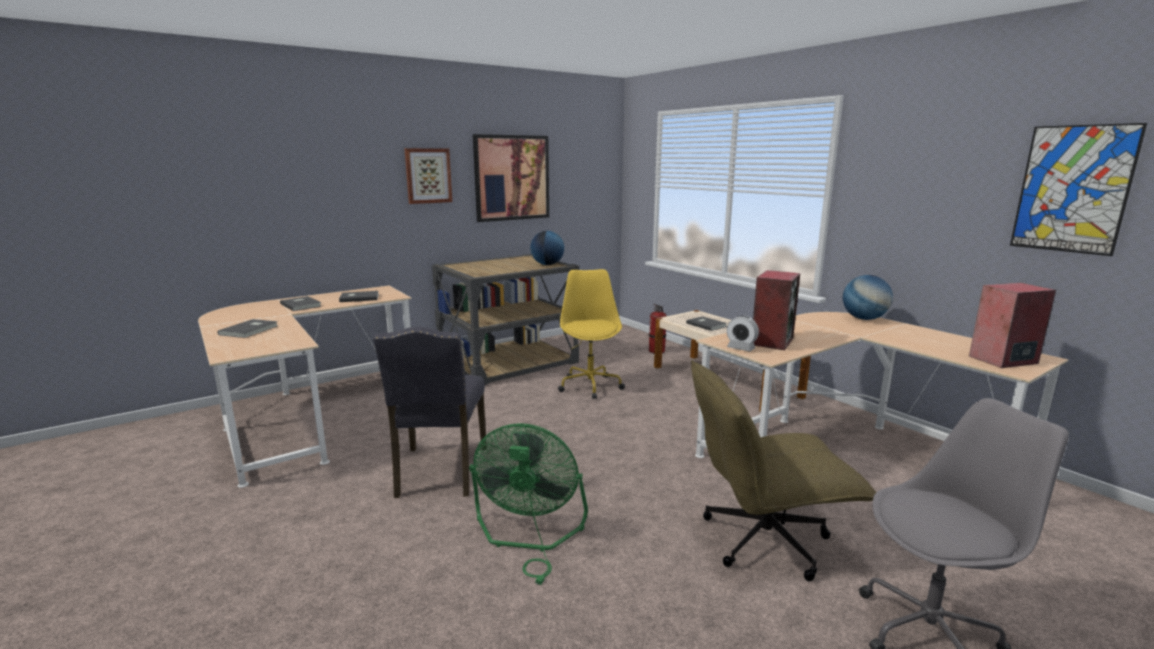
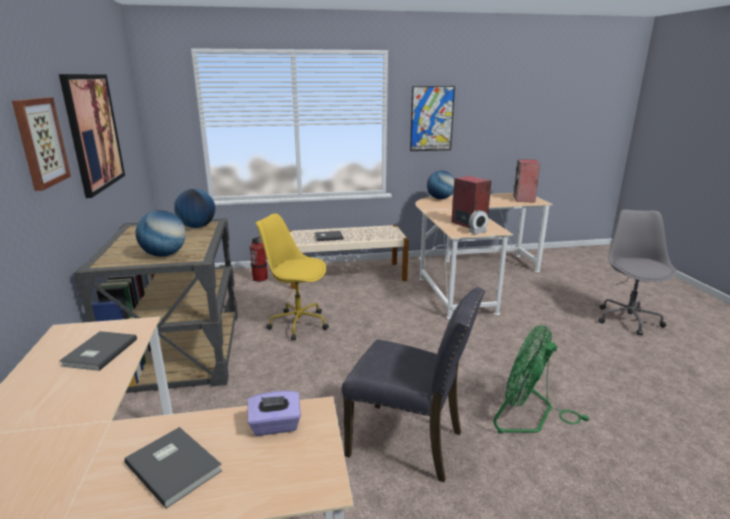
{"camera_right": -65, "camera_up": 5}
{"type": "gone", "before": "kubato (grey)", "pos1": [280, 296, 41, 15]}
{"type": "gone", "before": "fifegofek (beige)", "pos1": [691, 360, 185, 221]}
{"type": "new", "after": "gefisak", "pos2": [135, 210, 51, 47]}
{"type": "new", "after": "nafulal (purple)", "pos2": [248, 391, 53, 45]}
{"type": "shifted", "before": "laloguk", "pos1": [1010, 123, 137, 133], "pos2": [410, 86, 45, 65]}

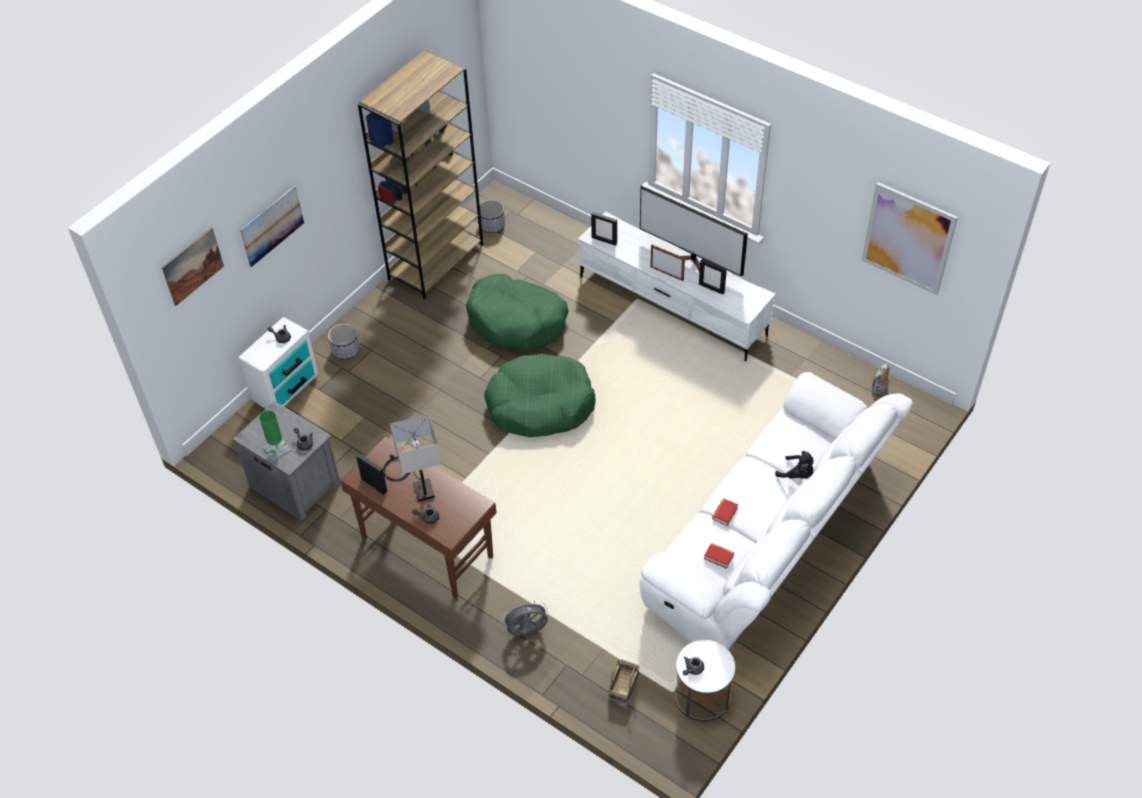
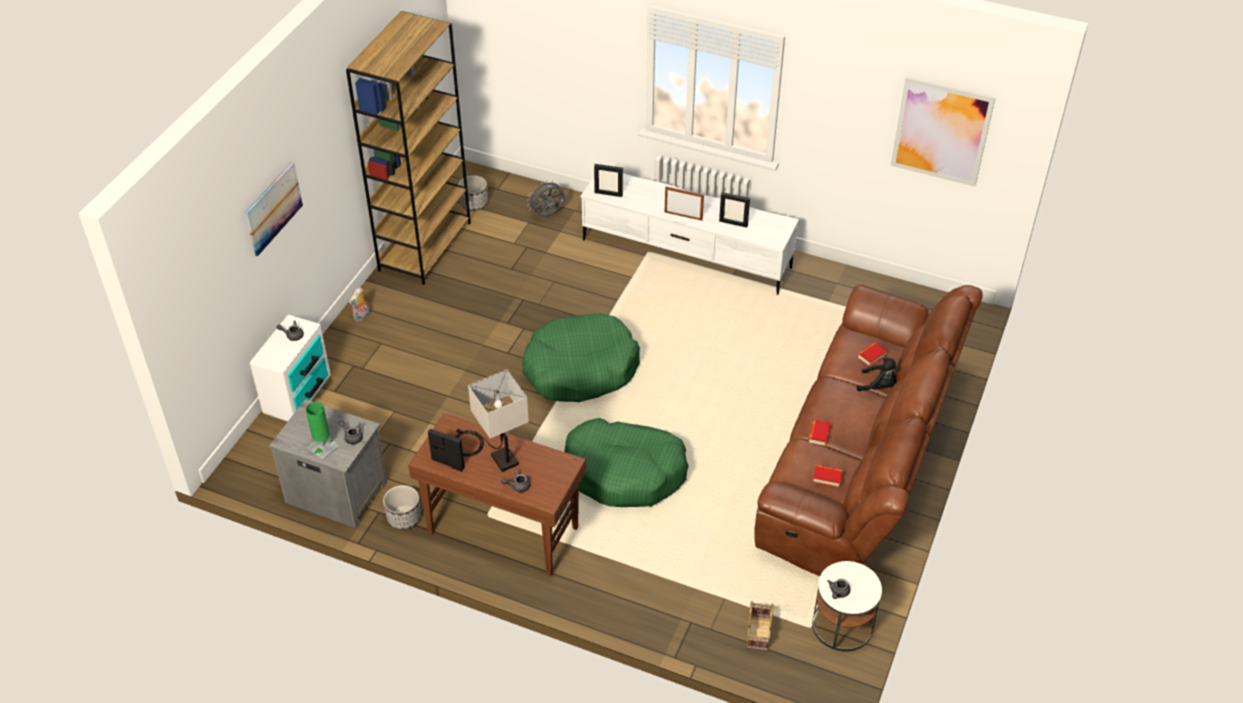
{"camera_right": -15, "camera_up": -5}
{"type": "gone", "before": "laloguk", "pos1": [161, 227, 63, 79]}
{"type": "gone", "before": "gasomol", "pos1": [640, 186, 108, 90]}
{"type": "new", "after": "kubato", "pos2": [857, 342, 30, 25]}
{"type": "shifted", "before": "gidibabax", "pos1": [328, 324, 31, 36], "pos2": [383, 485, 38, 45]}
{"type": "shifted", "before": "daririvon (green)", "pos1": [466, 274, 102, 77], "pos2": [564, 418, 125, 89]}
{"type": "shifted", "before": "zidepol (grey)", "pos1": [501, 601, 47, 35], "pos2": [527, 180, 38, 37]}
{"type": "shifted", "before": "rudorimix", "pos1": [872, 364, 17, 30], "pos2": [349, 287, 21, 35]}
{"type": "repainted", "before": "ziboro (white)", "after": "ziboro (brown)", "pos1": [640, 372, 273, 278], "pos2": [754, 285, 229, 291]}

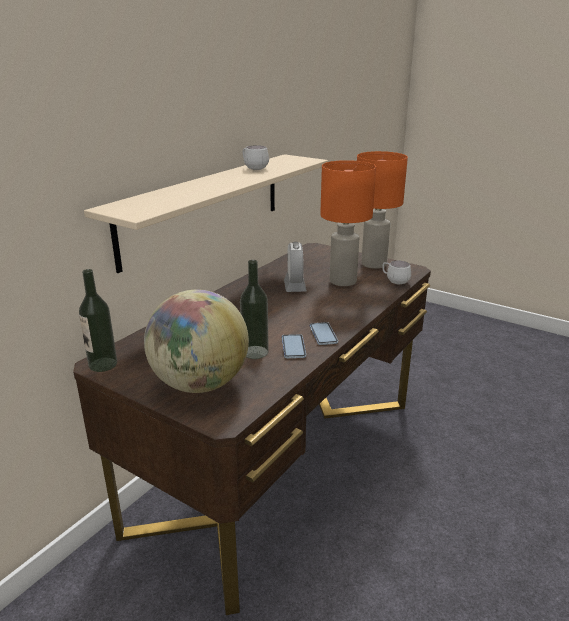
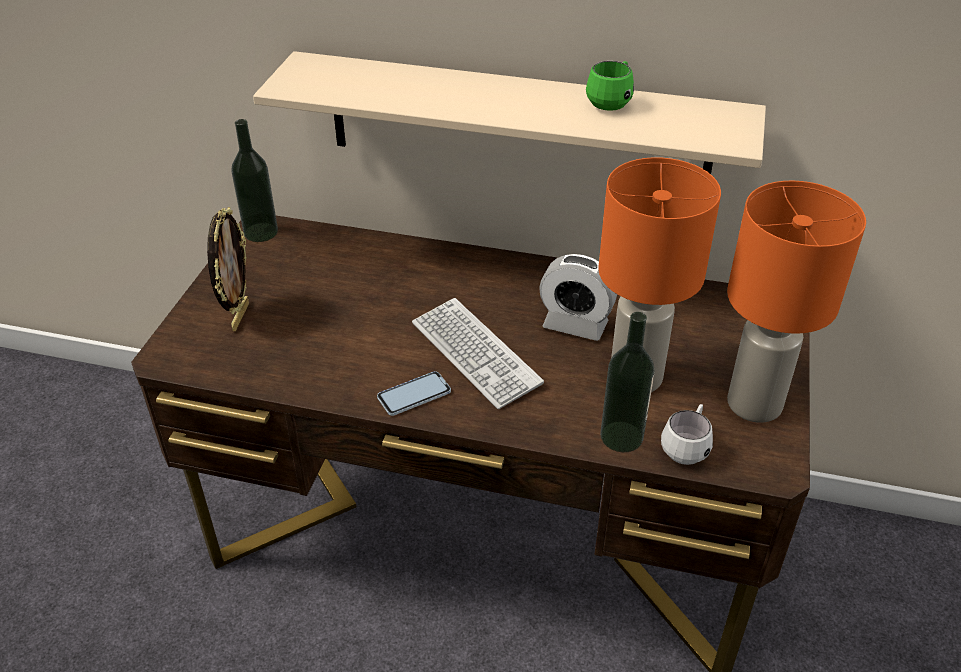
{"camera_right": 70, "camera_up": 15}
{"type": "gone", "before": "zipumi", "pos1": [282, 334, 24, 24]}
{"type": "new", "after": "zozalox", "pos2": [412, 298, 132, 111]}
{"type": "shifted", "before": "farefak", "pos1": [240, 260, 29, 99], "pos2": [600, 312, 55, 140]}
{"type": "swapped", "before": "gefisak", "after": "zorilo", "pos1": [144, 290, 105, 103], "pos2": [207, 207, 42, 124]}
{"type": "repainted", "before": "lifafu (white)", "after": "lifafu (green)", "pos1": [243, 145, 26, 25], "pos2": [586, 61, 48, 50]}
{"type": "rotated", "before": "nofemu", "pos1": [284, 242, 23, 50], "pos2": [539, 254, 78, 87], "turn": 45}

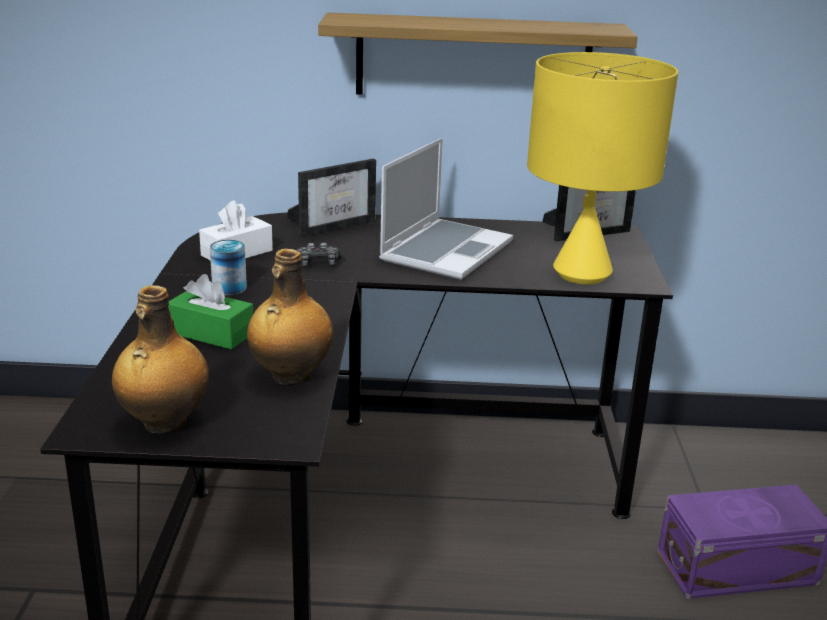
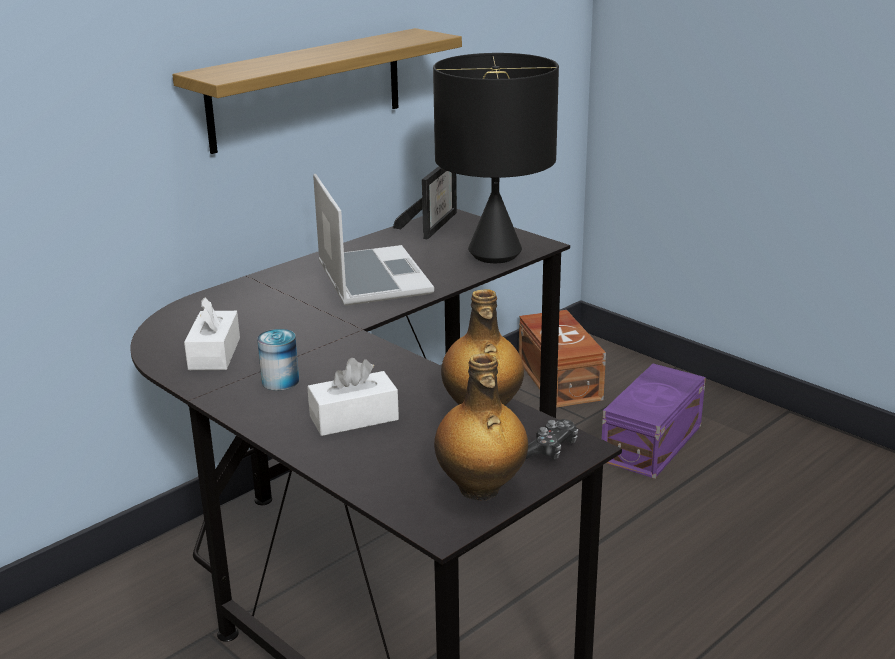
{"camera_right": -45, "camera_up": 0}
{"type": "gone", "before": "zorilo", "pos1": [287, 159, 89, 78]}
{"type": "new", "after": "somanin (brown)", "pos2": [519, 310, 87, 98]}
{"type": "shifted", "before": "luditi", "pos1": [297, 242, 44, 24], "pos2": [526, 419, 53, 40]}
{"type": "repainted", "before": "nafulal (green)", "after": "nafulal (white)", "pos1": [168, 274, 85, 75], "pos2": [307, 358, 92, 78]}
{"type": "repainted", "before": "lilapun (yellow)", "after": "lilapun (black)", "pos1": [527, 52, 151, 232], "pos2": [433, 53, 126, 210]}

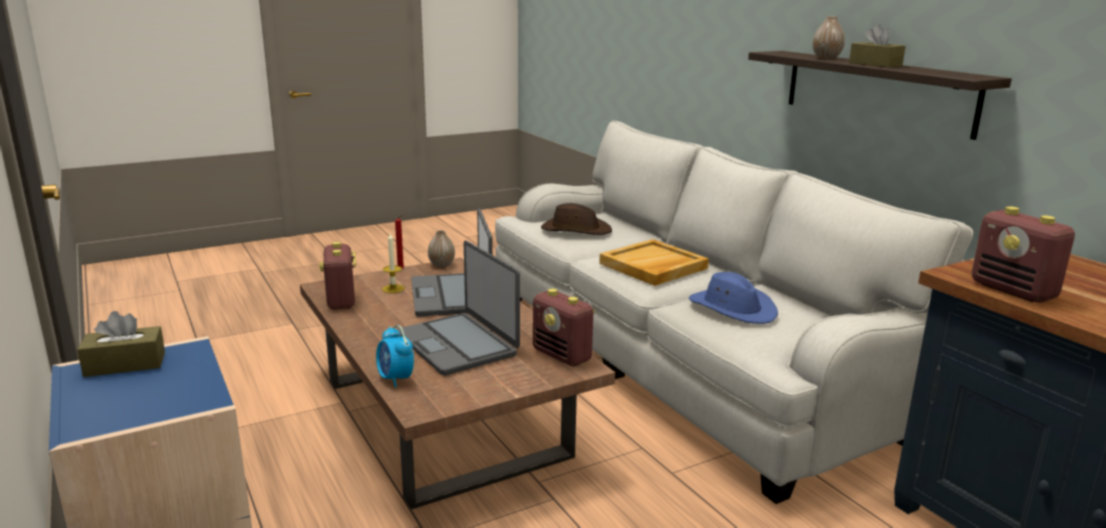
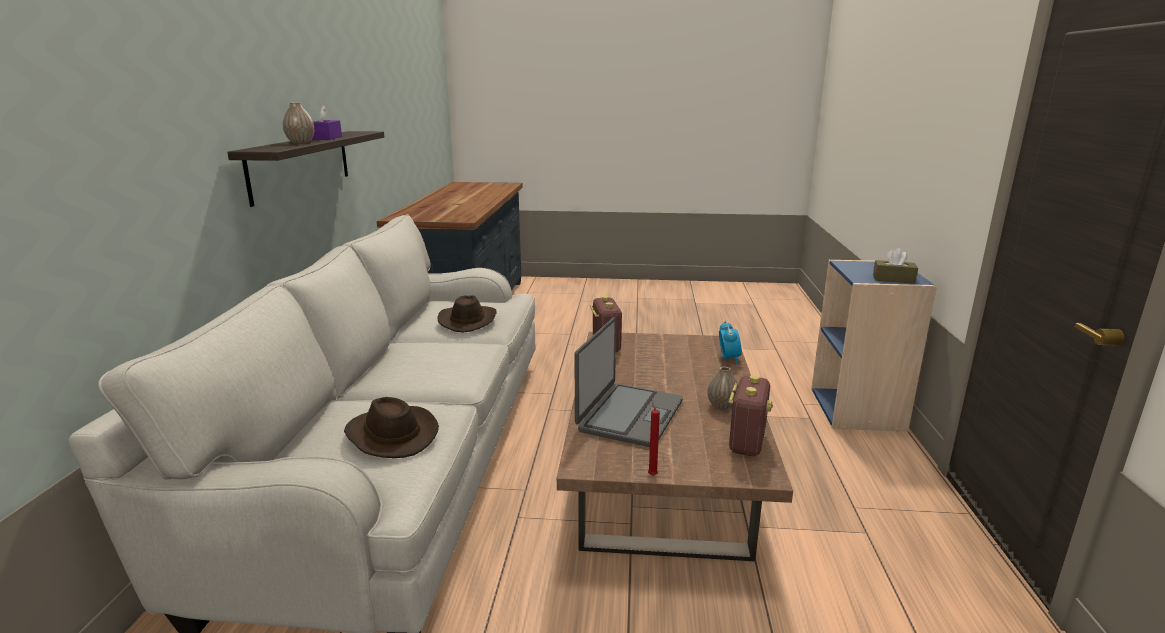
{"camera_right": -145, "camera_up": 0}
{"type": "gone", "before": "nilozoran", "pos1": [382, 233, 23, 60]}
{"type": "gone", "before": "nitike", "pos1": [396, 240, 124, 136]}
{"type": "gone", "before": "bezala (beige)", "pos1": [599, 239, 110, 47]}
{"type": "gone", "before": "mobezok", "pos1": [971, 206, 104, 97]}
{"type": "shifted", "before": "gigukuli", "pos1": [428, 230, 27, 38], "pos2": [707, 367, 31, 43]}
{"type": "repainted", "before": "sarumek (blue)", "after": "sarumek (brown)", "pos1": [689, 272, 89, 52], "pos2": [437, 295, 60, 38]}
{"type": "repainted", "before": "nafulal (brown)", "after": "nafulal (purple)", "pos1": [849, 24, 57, 43], "pos2": [311, 105, 31, 35]}

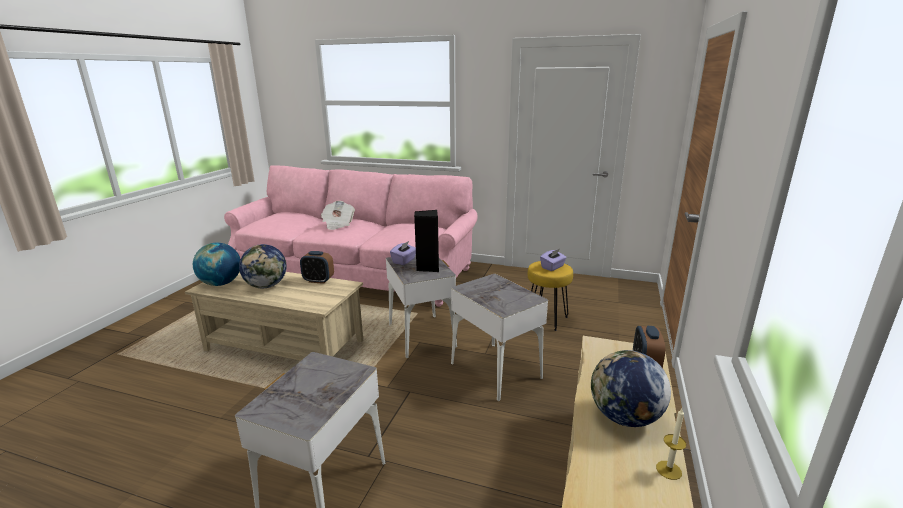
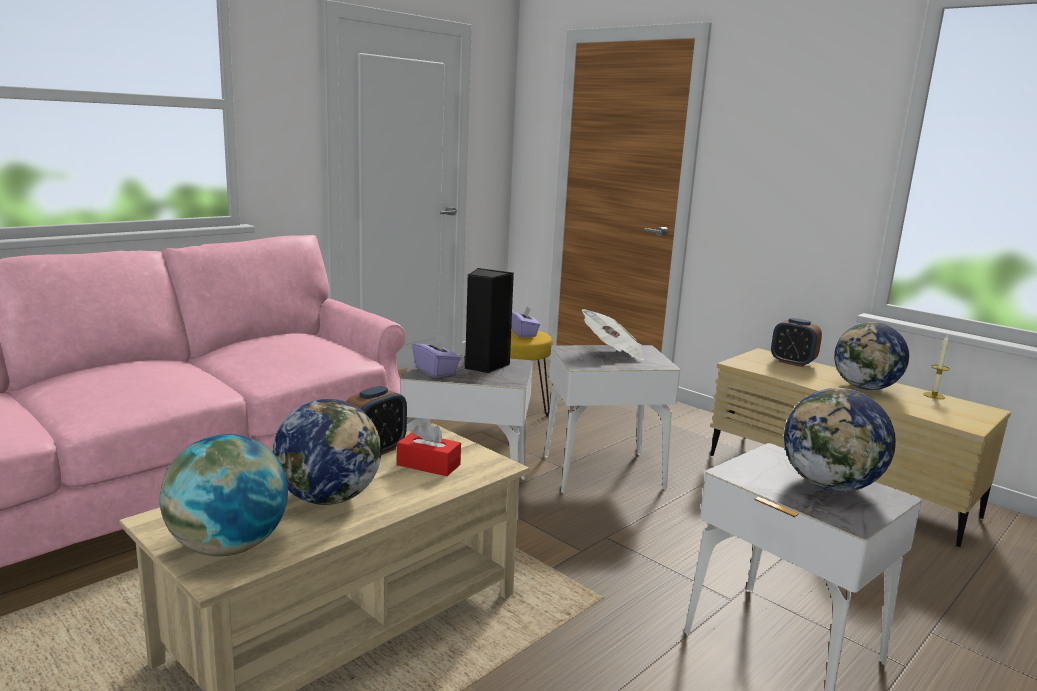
{"camera_right": -65, "camera_up": -5}
{"type": "new", "after": "nafulal (red)", "pos2": [397, 421, 64, 55]}
{"type": "new", "after": "gefisak", "pos2": [784, 388, 112, 104]}
{"type": "shifted", "before": "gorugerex", "pos1": [321, 201, 34, 29], "pos2": [582, 309, 62, 51]}

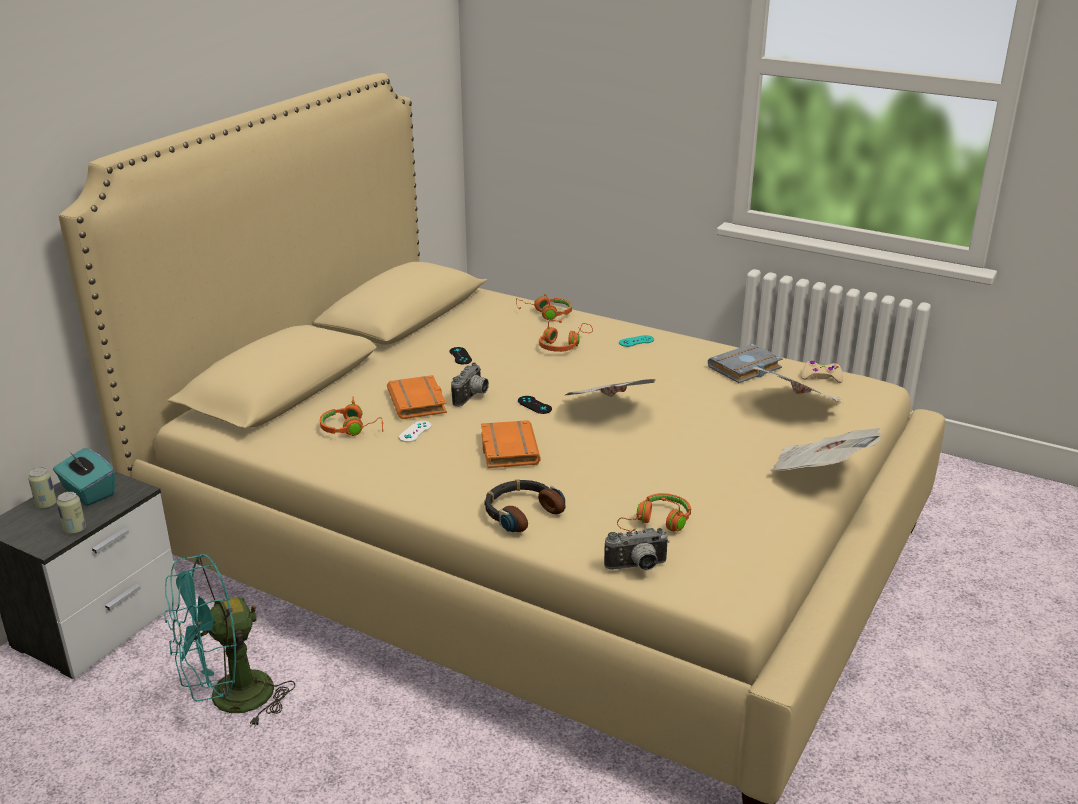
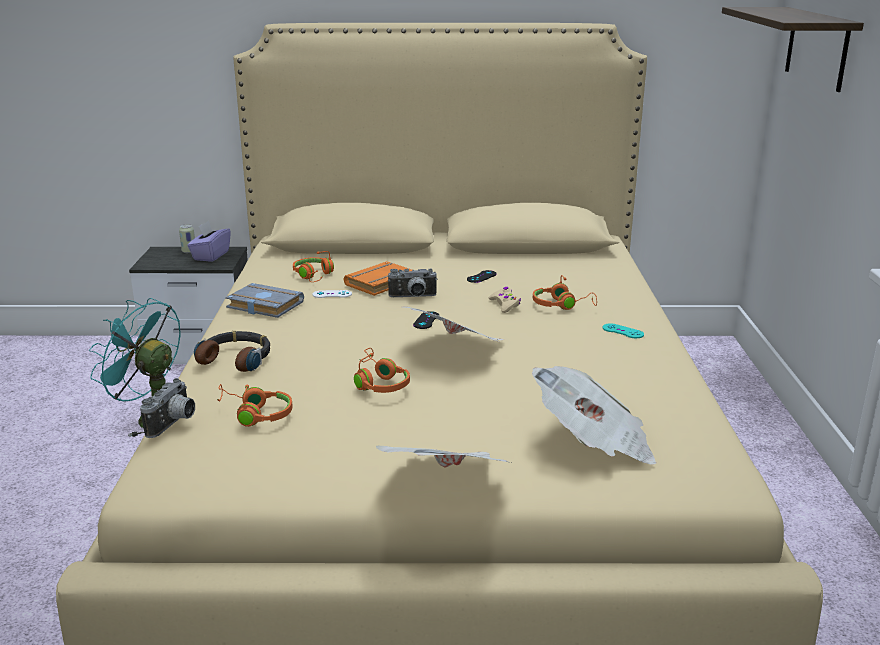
{"camera_right": 60, "camera_up": -5}
{"type": "gone", "before": "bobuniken", "pos1": [57, 492, 29, 42]}
{"type": "gone", "before": "kubato (orange)", "pos1": [481, 420, 60, 48]}
{"type": "new", "after": "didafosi", "pos2": [722, 7, 142, 85]}
{"type": "shifted", "before": "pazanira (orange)", "pos1": [516, 293, 56, 27], "pos2": [354, 348, 56, 45]}
{"type": "shifted", "before": "kubato (grey)", "pos1": [708, 343, 75, 40], "pos2": [225, 283, 79, 35]}
{"type": "shifted", "before": "luditi (beige)", "pos1": [801, 361, 42, 22], "pos2": [488, 287, 33, 26]}
{"type": "repainted", "before": "nafulal (turquoise)", "after": "nafulal (purple)", "pos1": [53, 448, 62, 58], "pos2": [187, 221, 44, 41]}
{"type": "rotated", "before": "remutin", "pos1": [604, 528, 65, 43], "pos2": [140, 378, 55, 60], "turn": -120}

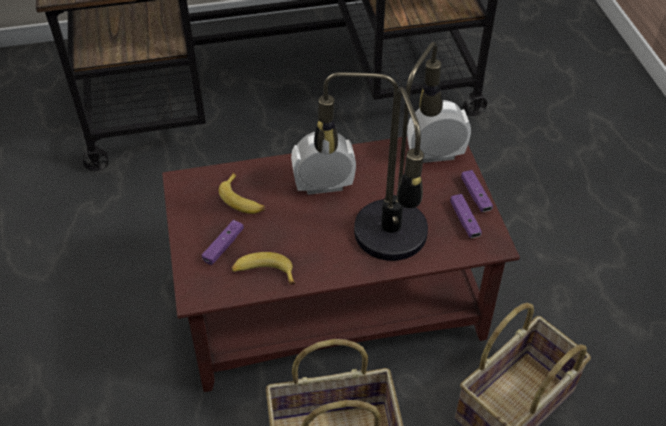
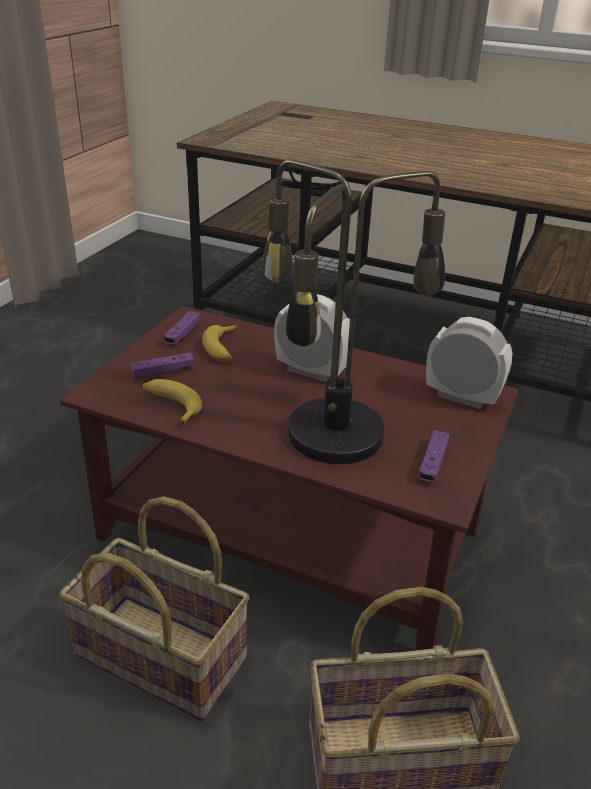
{"camera_right": 35, "camera_up": -15}
{"type": "shifted", "before": "luditi (purple)", "pos1": [461, 170, 32, 42], "pos2": [163, 311, 38, 34]}

